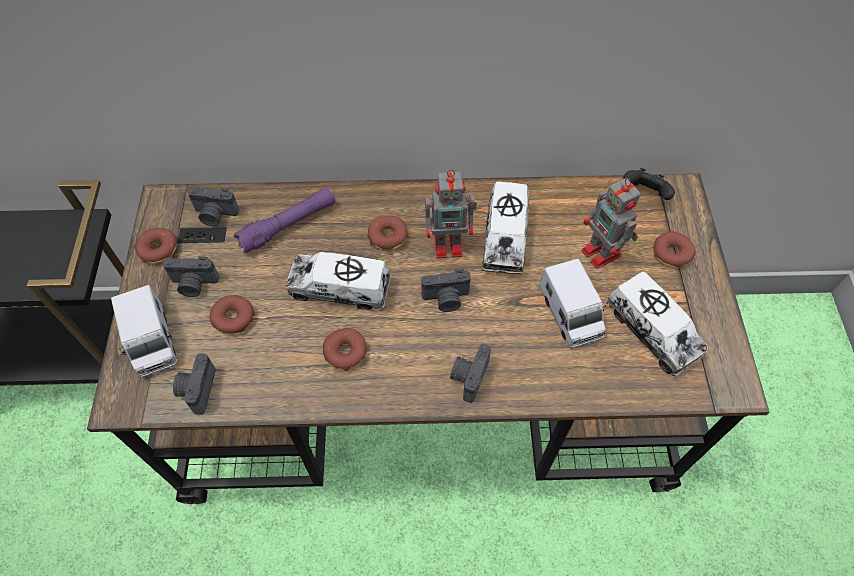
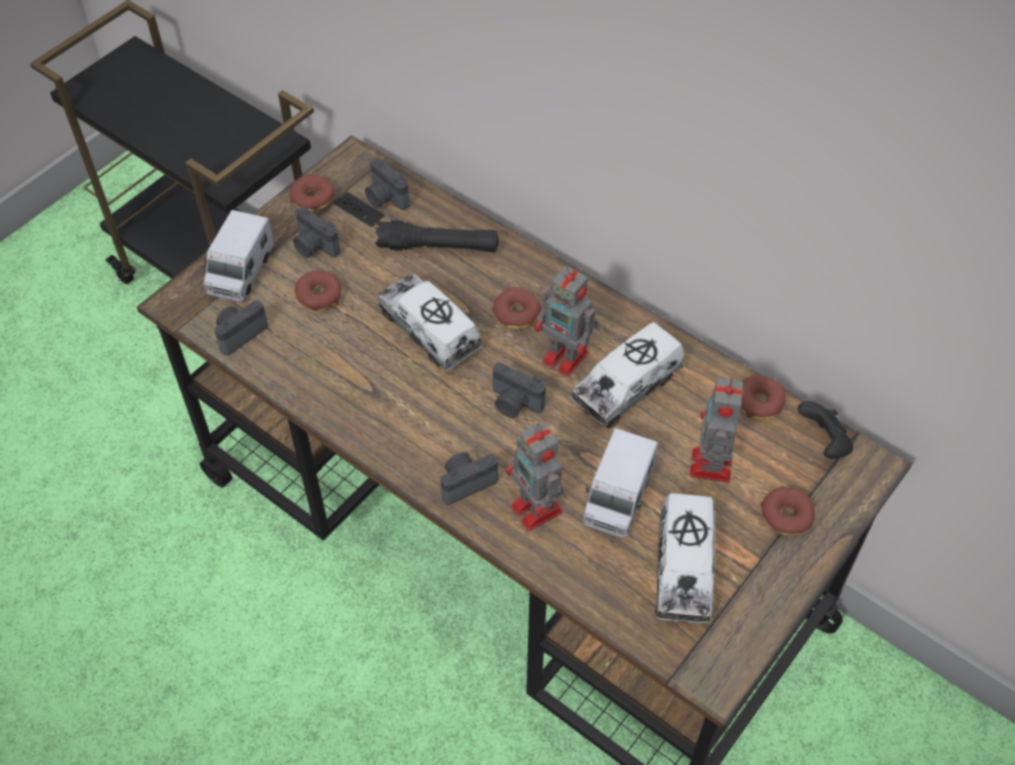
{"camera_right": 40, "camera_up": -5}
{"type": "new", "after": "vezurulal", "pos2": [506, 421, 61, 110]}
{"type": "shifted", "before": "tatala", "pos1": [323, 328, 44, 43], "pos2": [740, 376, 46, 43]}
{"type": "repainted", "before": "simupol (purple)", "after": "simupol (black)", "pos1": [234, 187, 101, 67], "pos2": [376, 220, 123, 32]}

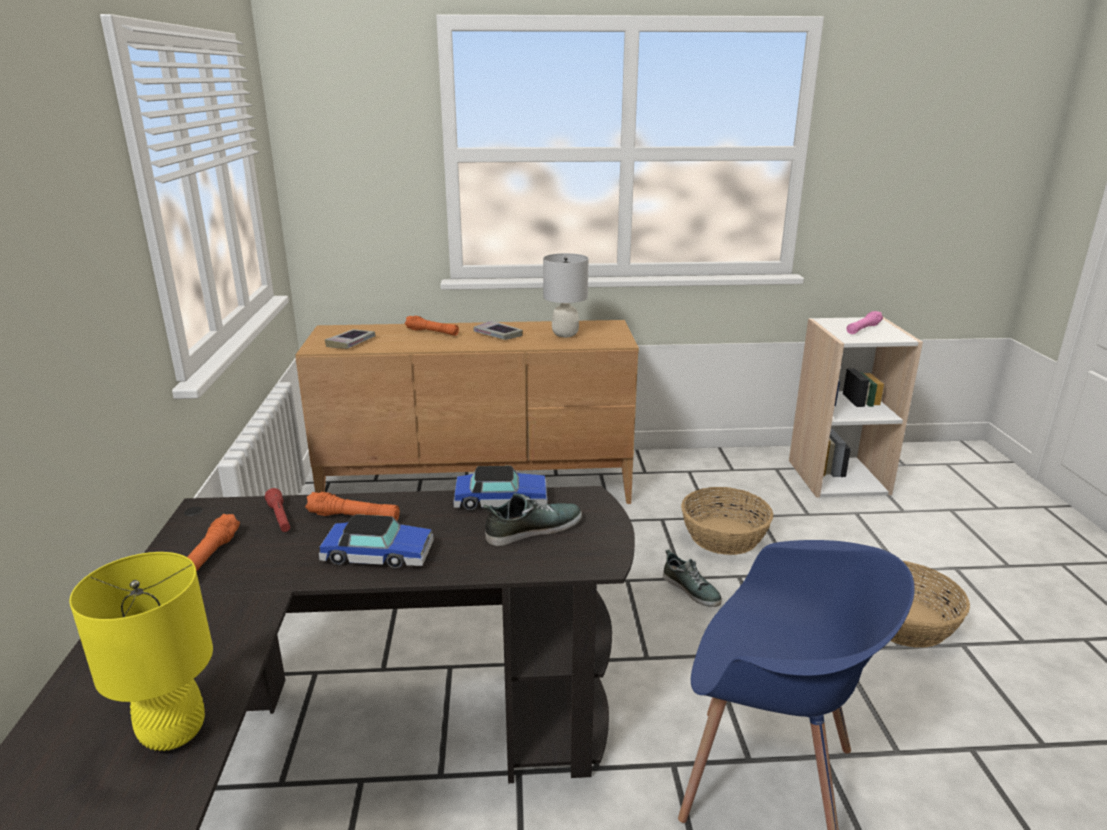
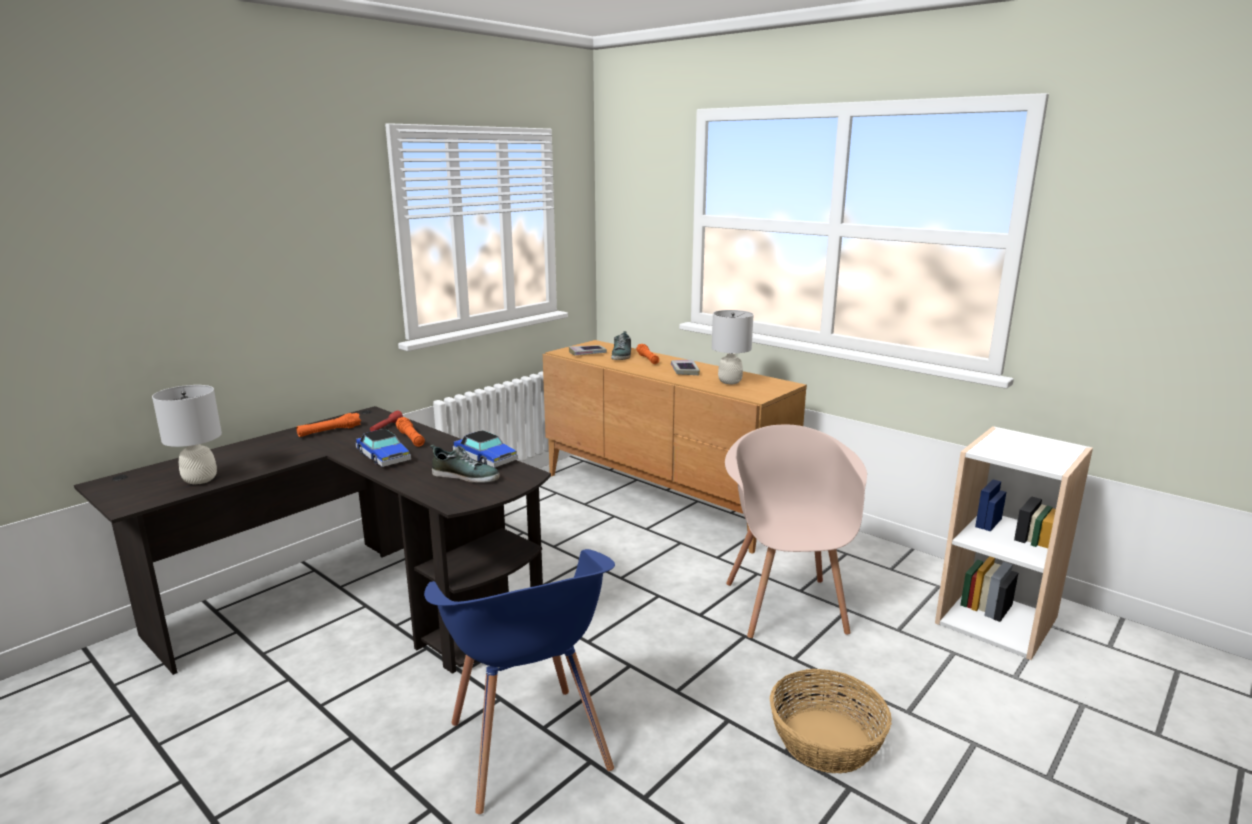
{"camera_right": 45, "camera_up": -5}
{"type": "gone", "before": "simupol (pink)", "pos1": [847, 311, 36, 23]}
{"type": "shifted", "before": "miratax", "pos1": [663, 549, 59, 58], "pos2": [611, 331, 20, 29]}
{"type": "swapped", "before": "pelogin", "after": "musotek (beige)", "pos1": [681, 487, 93, 68], "pos2": [725, 425, 142, 213]}
{"type": "repainted", "before": "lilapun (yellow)", "after": "lilapun (grey)", "pos1": [69, 552, 144, 199], "pos2": [152, 385, 70, 100]}

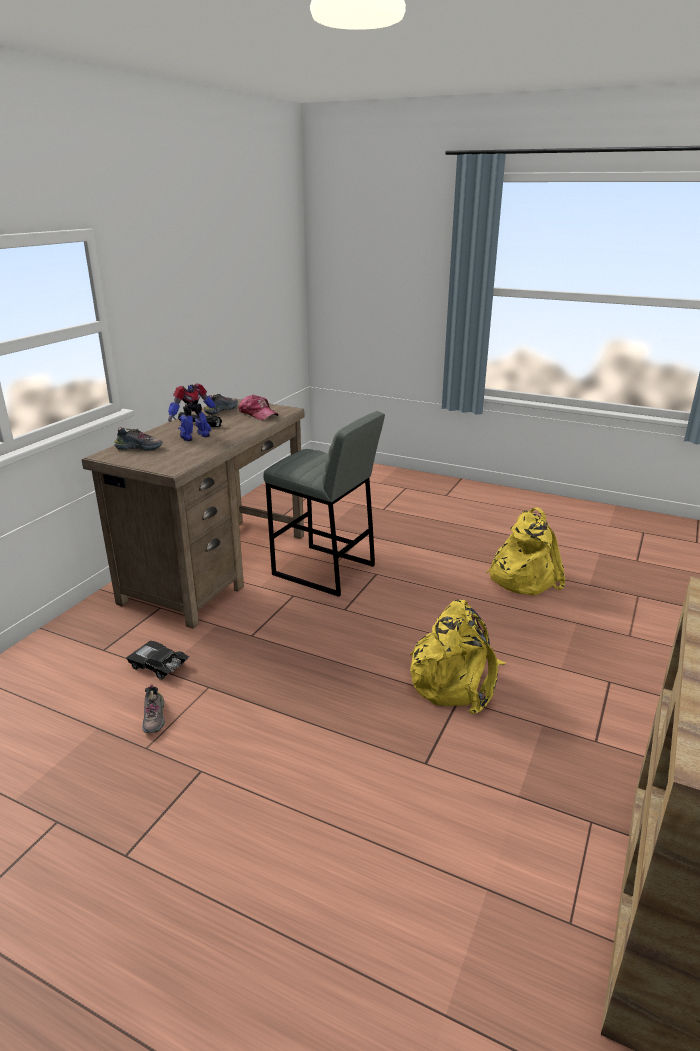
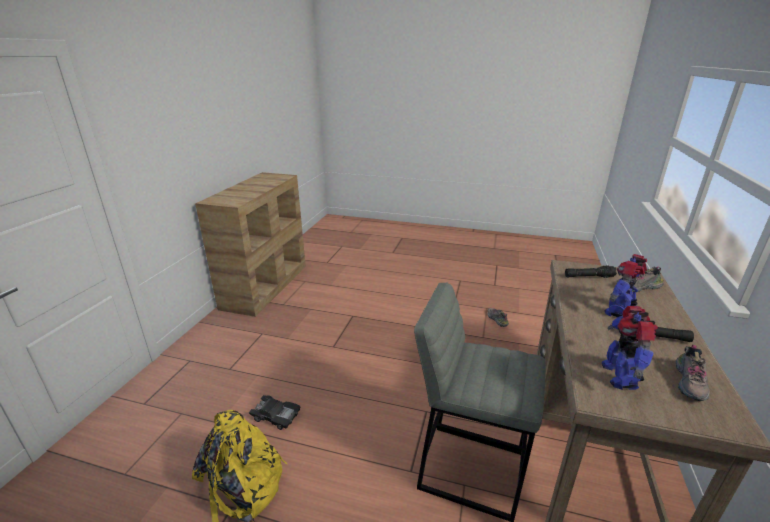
{"camera_right": 170, "camera_up": 0}
{"type": "gone", "before": "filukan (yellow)", "pos1": [410, 600, 96, 115]}
{"type": "new", "after": "simupol (black)", "pos2": [565, 266, 52, 12]}
{"type": "shifted", "before": "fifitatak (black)", "pos1": [126, 641, 63, 39], "pos2": [248, 395, 53, 35]}
{"type": "swapped", "before": "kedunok", "after": "vezurulal", "pos1": [238, 395, 40, 25], "pos2": [602, 306, 56, 84]}

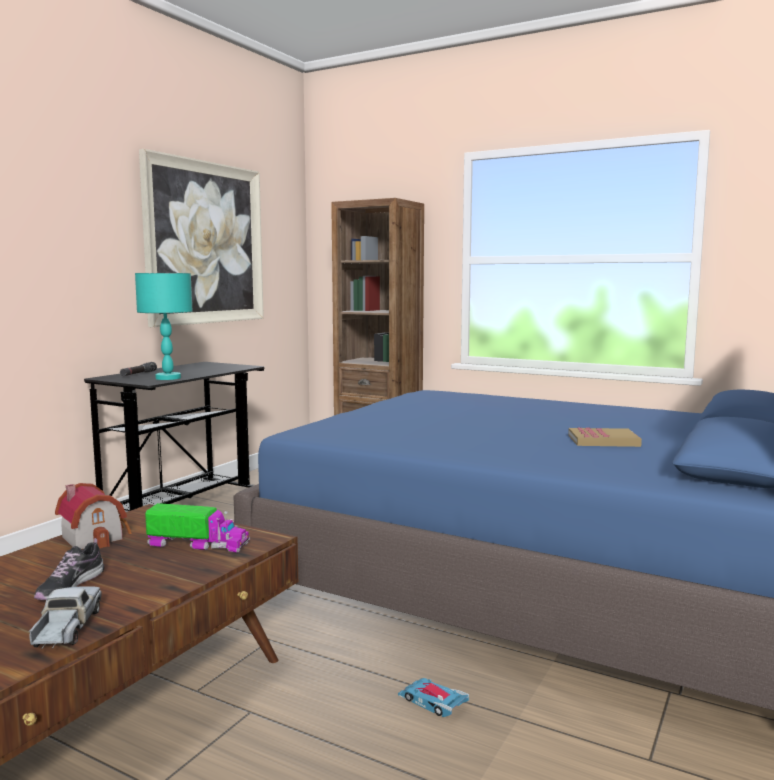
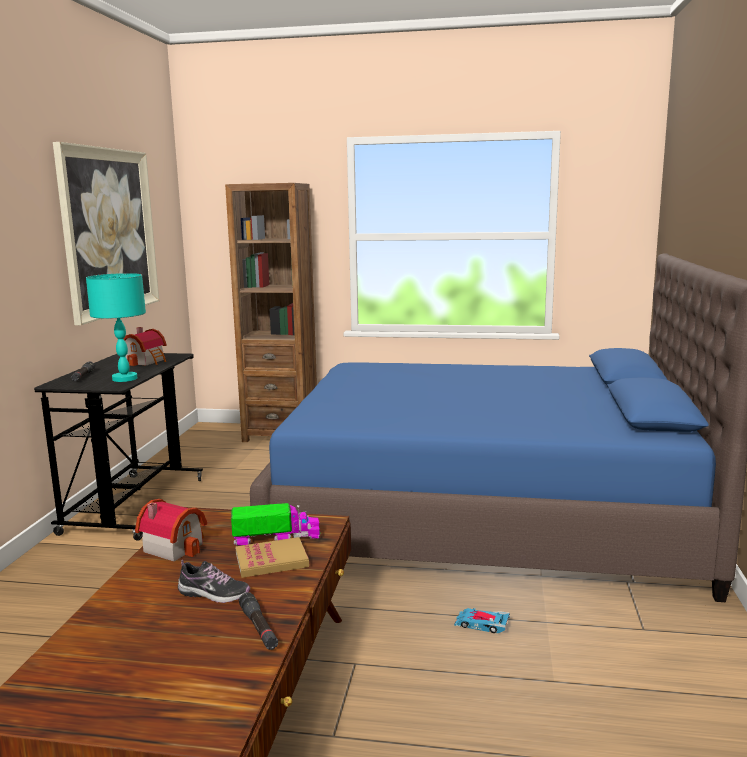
{"camera_right": -20, "camera_up": 5}
{"type": "new", "after": "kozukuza", "pos2": [124, 327, 43, 39]}
{"type": "shifted", "before": "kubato", "pos1": [568, 427, 74, 20], "pos2": [235, 537, 74, 41]}
{"type": "swapped", "before": "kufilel", "after": "simupol (black)", "pos1": [29, 586, 73, 63], "pos2": [239, 592, 39, 58]}
{"type": "rotated", "before": "miratax", "pos1": [34, 538, 70, 62], "pos2": [178, 560, 72, 43], "turn": -75}

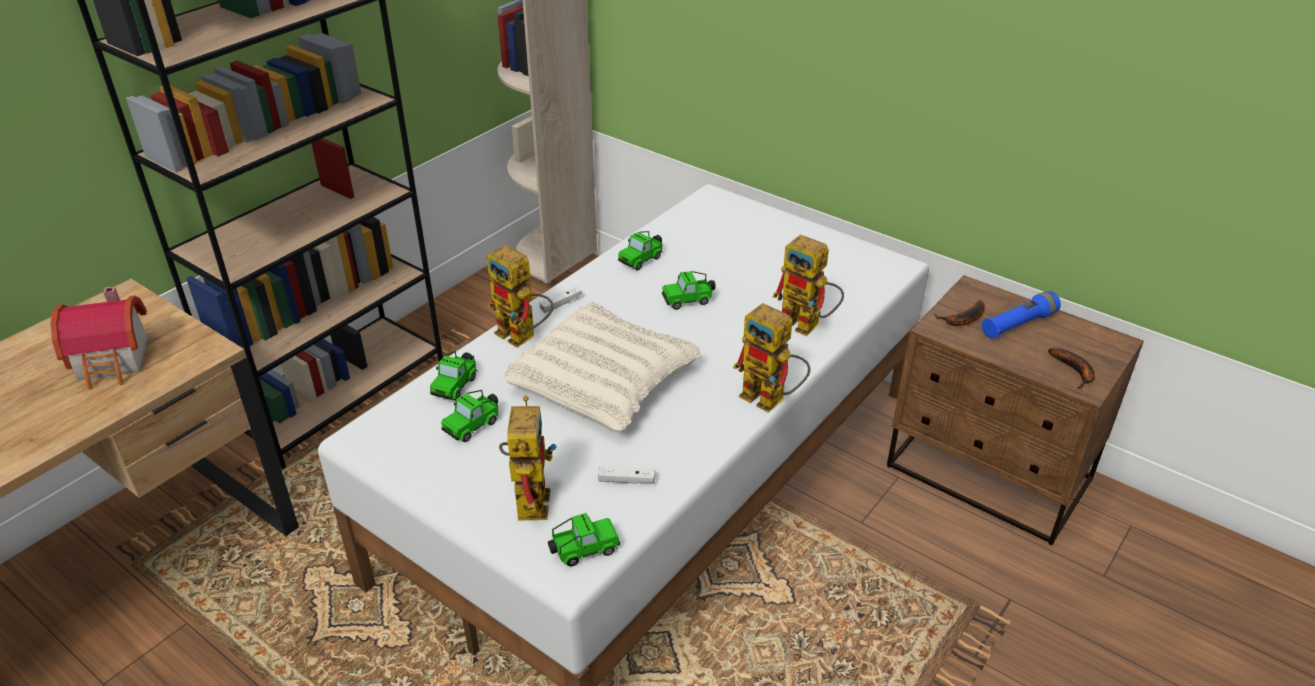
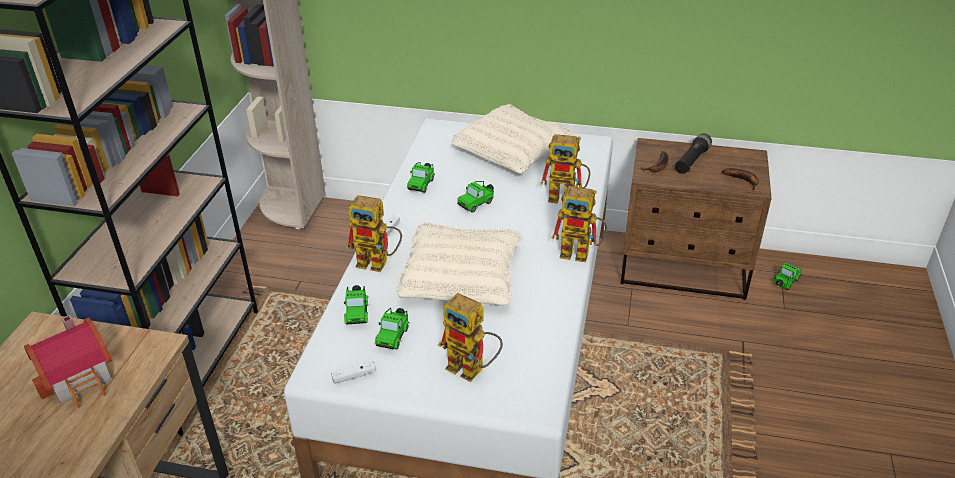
{"camera_right": -25, "camera_up": 0}
{"type": "new", "after": "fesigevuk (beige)", "pos2": [452, 104, 123, 70]}
{"type": "shifted", "before": "fifitatak", "pos1": [548, 513, 72, 53], "pos2": [772, 263, 29, 27]}
{"type": "shifted", "before": "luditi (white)", "pos1": [598, 466, 57, 17], "pos2": [331, 361, 45, 23]}
{"type": "repainted", "before": "simupol (blue)", "after": "simupol (black)", "pos1": [982, 291, 79, 47], "pos2": [675, 133, 37, 41]}
{"type": "rotated", "before": "vezurulal", "pos1": [499, 396, 57, 124], "pos2": [438, 293, 65, 89], "turn": 150}

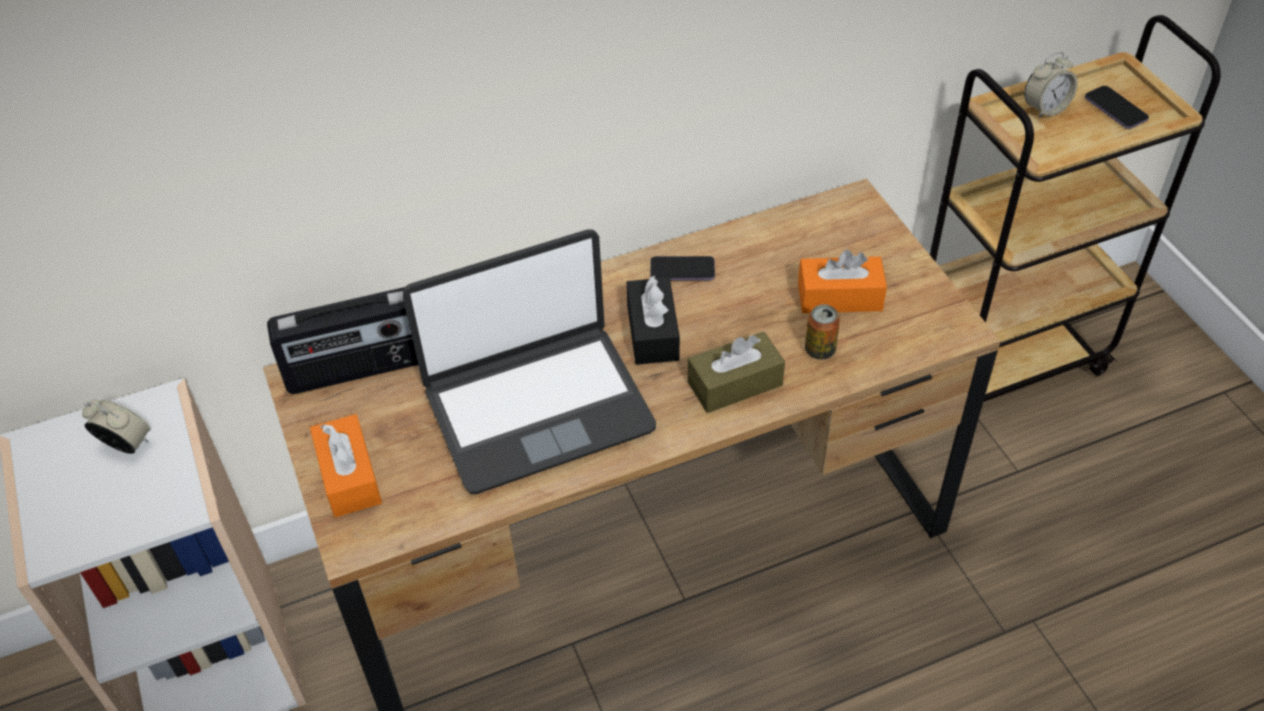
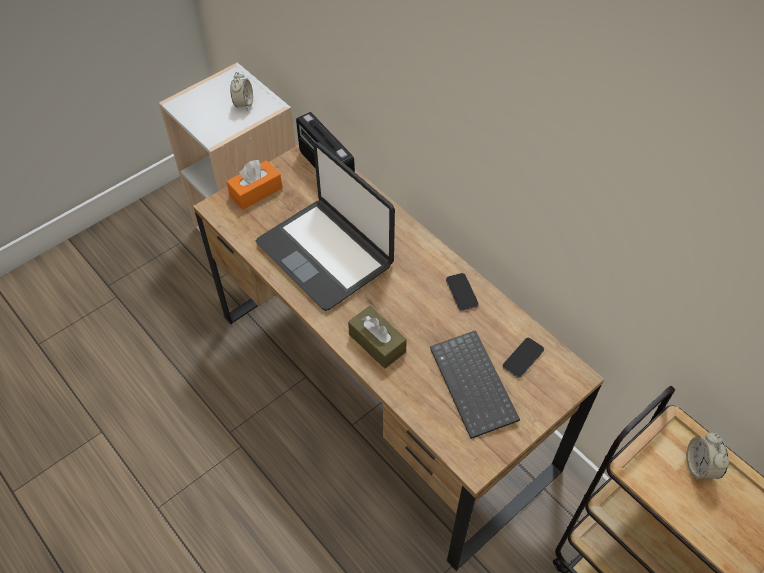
{"camera_right": 70, "camera_up": 5}
{"type": "gone", "before": "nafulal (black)", "pos1": [626, 276, 54, 89]}
{"type": "gone", "before": "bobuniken", "pos1": [805, 304, 35, 56]}
{"type": "shifted", "before": "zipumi", "pos1": [1085, 86, 64, 43], "pos2": [503, 338, 41, 40]}
{"type": "swapped", "before": "nafulal (orange)", "after": "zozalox", "pos1": [798, 250, 89, 63], "pos2": [430, 330, 90, 109]}
{"type": "rotated", "before": "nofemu", "pos1": [1024, 52, 54, 67], "pos2": [687, 433, 42, 47], "turn": 45}

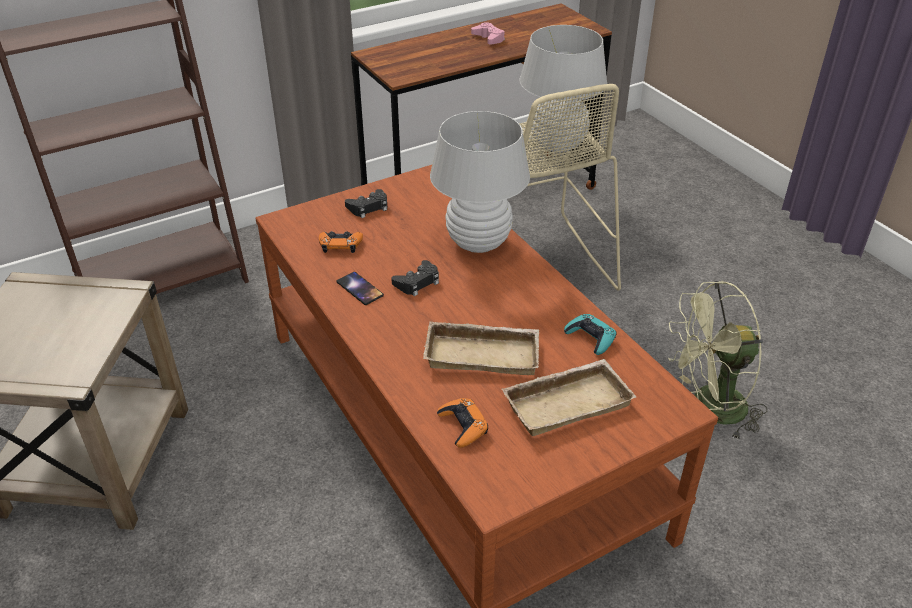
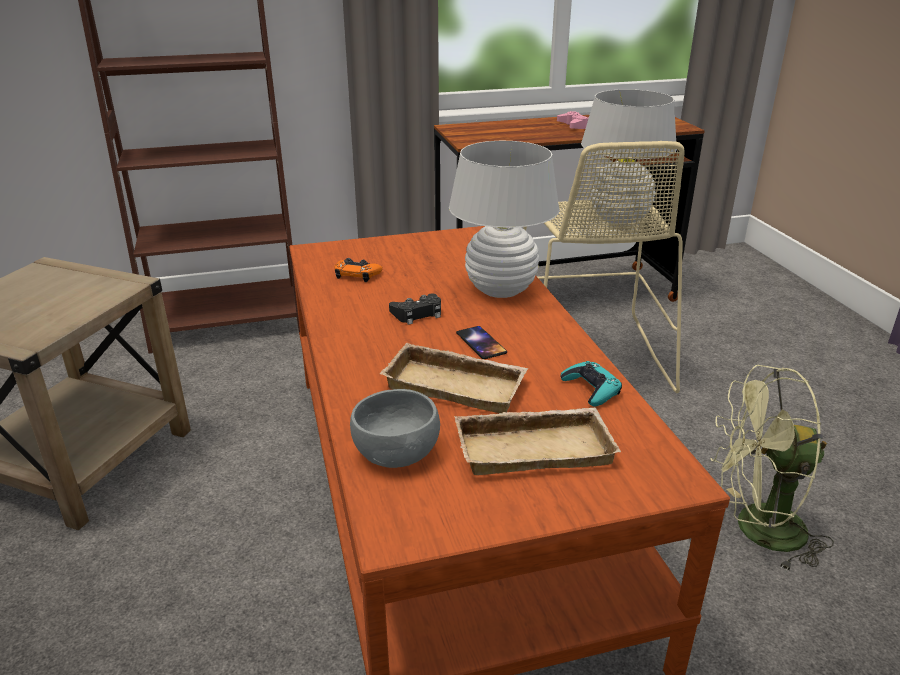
{"camera_right": 15, "camera_up": -10}
{"type": "gone", "before": "luditi (black)", "pos1": [345, 189, 42, 29]}
{"type": "shifted", "before": "zipumi", "pos1": [336, 272, 48, 33], "pos2": [456, 326, 51, 33]}
{"type": "swapped", "before": "luditi (orange)", "after": "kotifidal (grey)", "pos1": [437, 398, 51, 50], "pos2": [350, 389, 90, 79]}

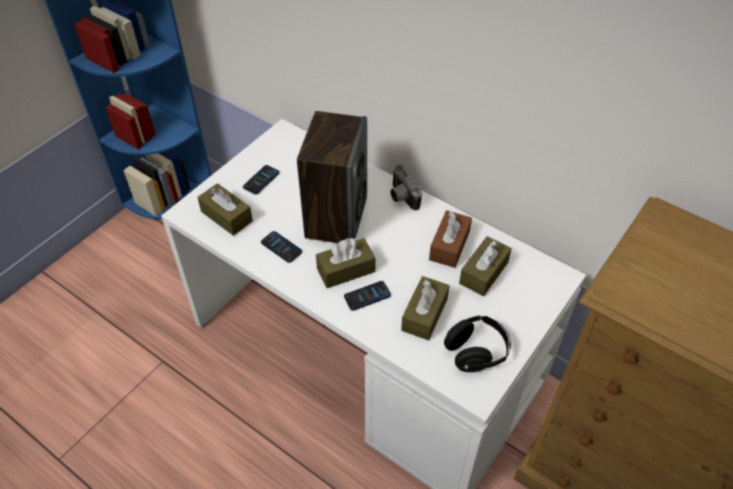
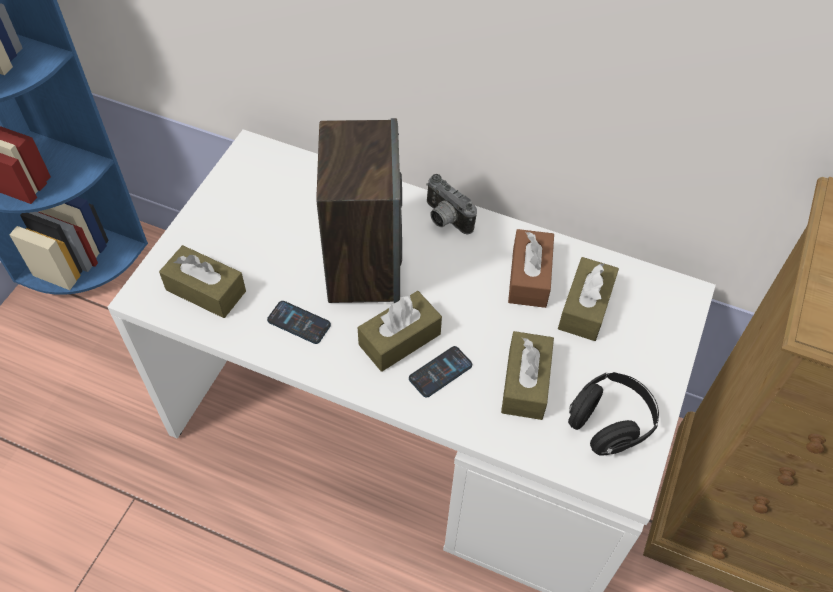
{"camera_right": -15, "camera_up": 5}
{"type": "gone", "before": "zipumi", "pos1": [243, 165, 36, 29]}

